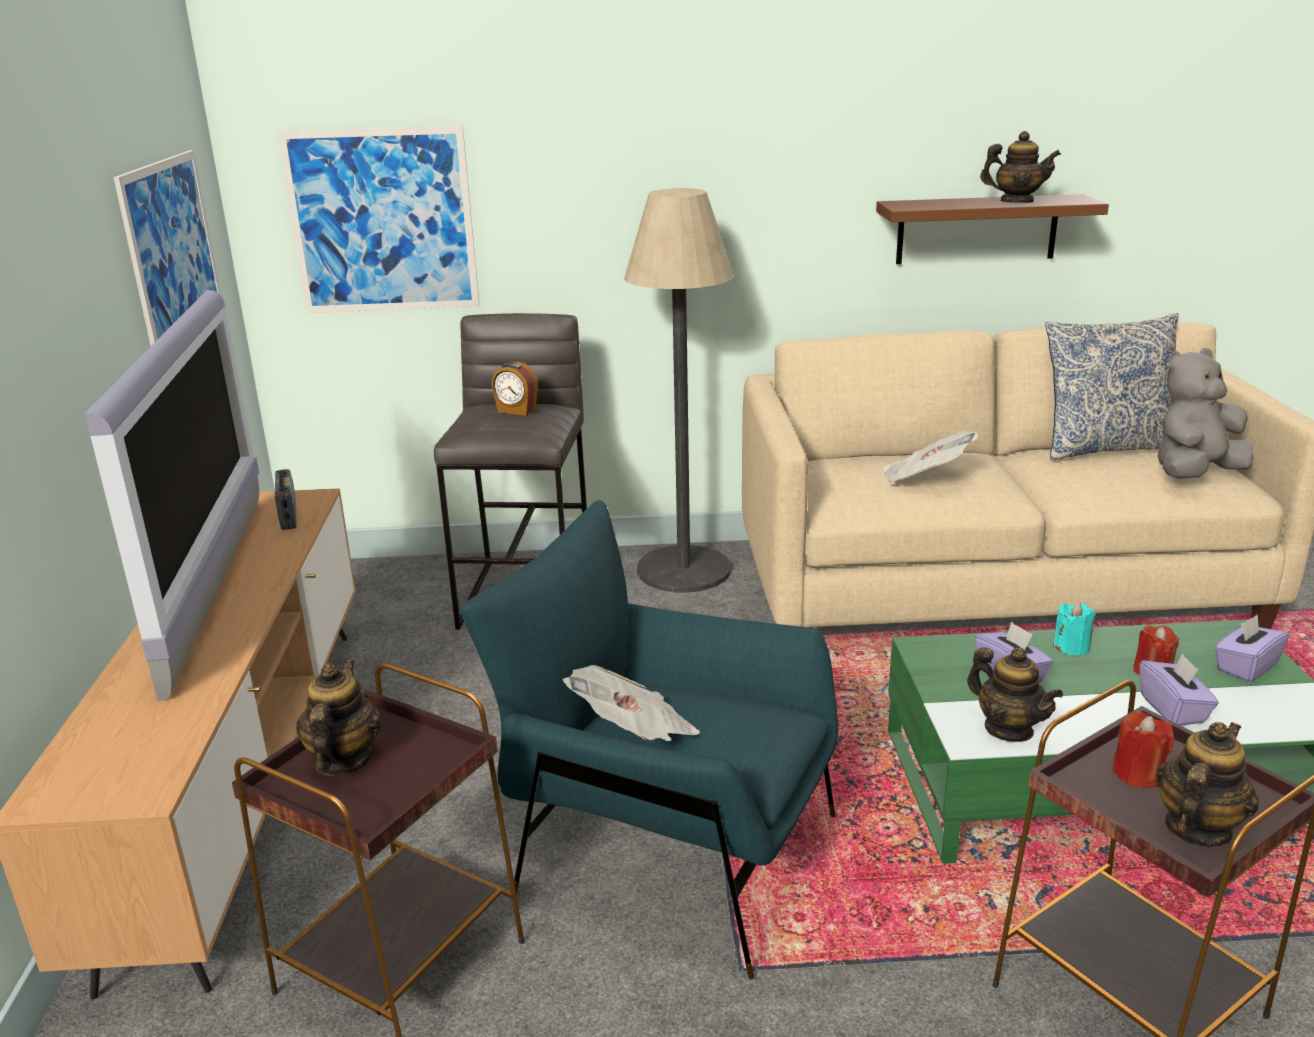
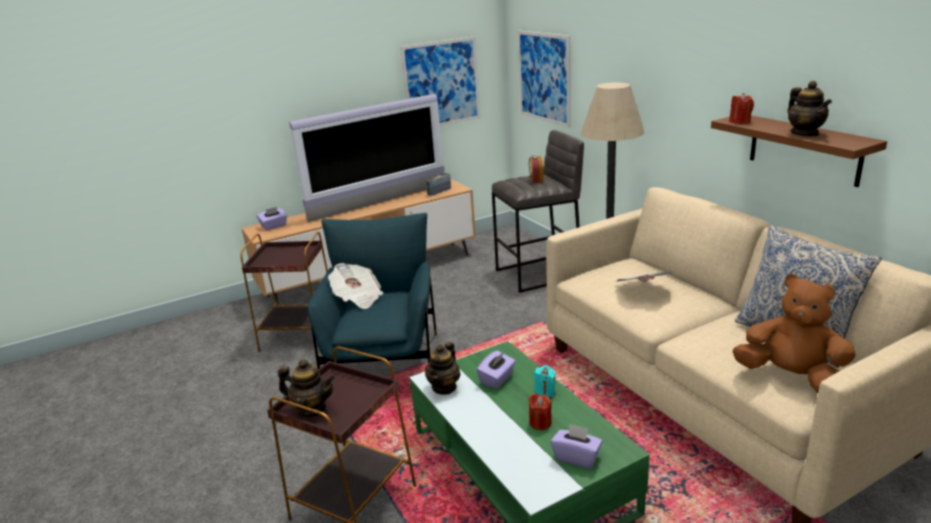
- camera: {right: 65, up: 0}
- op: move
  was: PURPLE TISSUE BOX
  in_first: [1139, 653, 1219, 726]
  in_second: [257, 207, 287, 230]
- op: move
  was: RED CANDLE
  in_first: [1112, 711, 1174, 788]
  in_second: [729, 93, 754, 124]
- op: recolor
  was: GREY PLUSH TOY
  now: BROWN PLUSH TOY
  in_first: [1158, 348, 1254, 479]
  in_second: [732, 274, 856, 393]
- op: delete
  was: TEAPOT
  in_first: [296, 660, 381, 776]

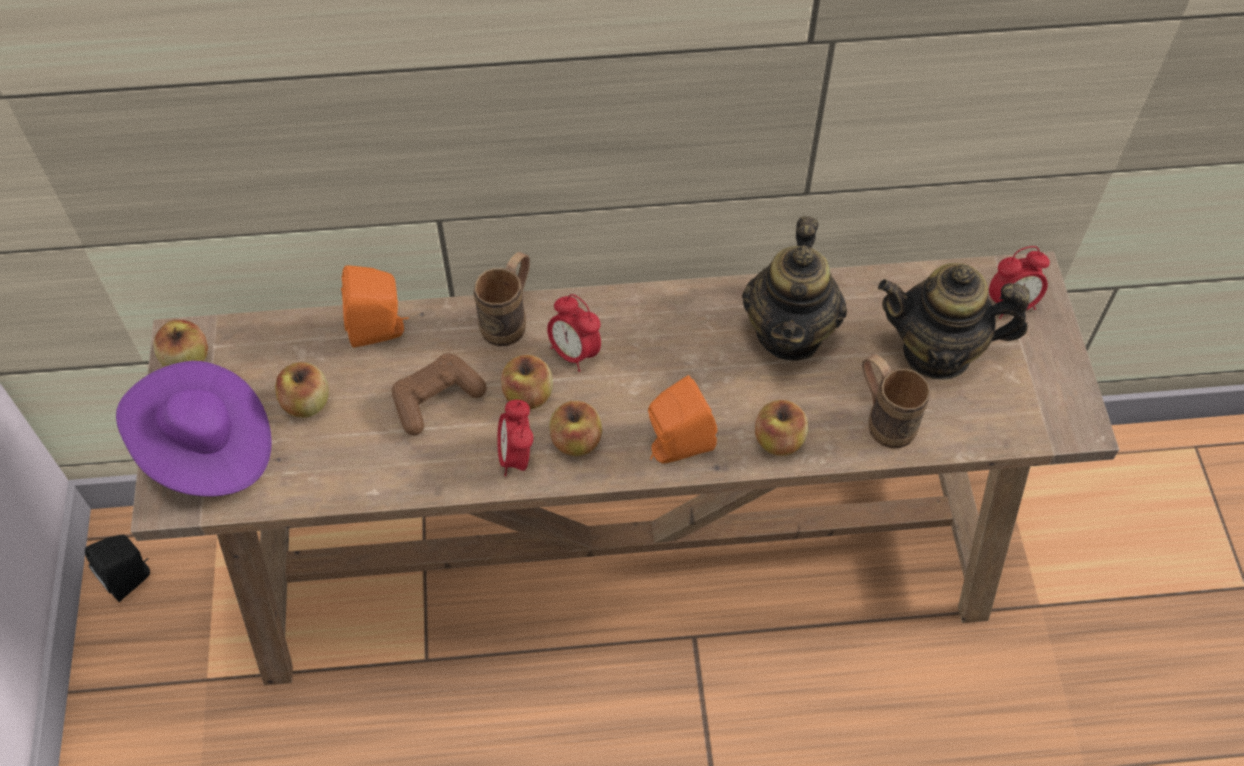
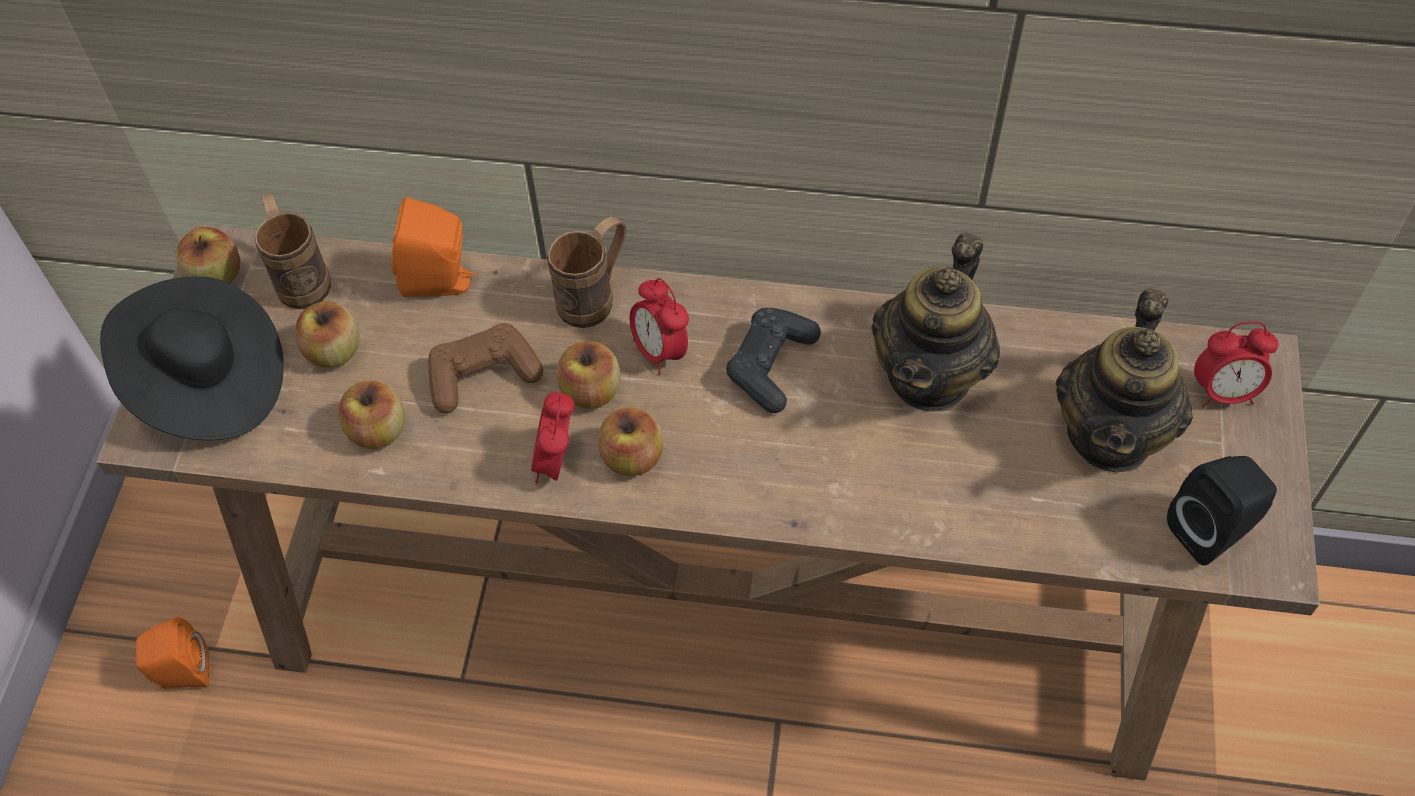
- camera: {right: 15, up: 0}
- op: recolor
  was: PURPLE HAT
  now: BLACK HAT
  in_first: [116, 361, 272, 496]
  in_second: [100, 276, 284, 440]
- op: move
  was: ORANGE SPEAKER
  in_first: [648, 375, 717, 463]
  in_second: [136, 617, 209, 689]
- op: move
  was: BROWN MUG
  in_first: [862, 354, 930, 449]
  in_second: [255, 193, 331, 309]
- op: move
  was: APPLE
  in_first: [755, 400, 808, 456]
  in_second: [338, 380, 405, 449]
- op: insert
  now: BLACK GAME CONTROLLER
  in_second: [726, 308, 821, 413]
- op: rotate
  was: TEAPOT
  in_first: [878, 263, 1029, 380]
  in_second: [1056, 288, 1193, 472]
  clockwise: -90
- op: move
  was: BLACK SPEAKER
  in_first: [85, 535, 150, 602]
  in_second: [1167, 456, 1277, 566]

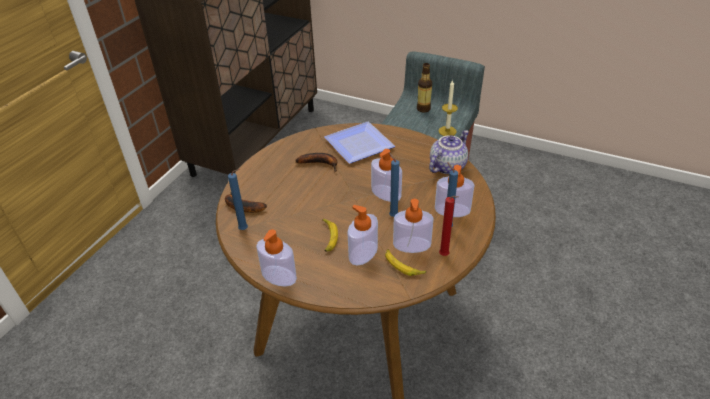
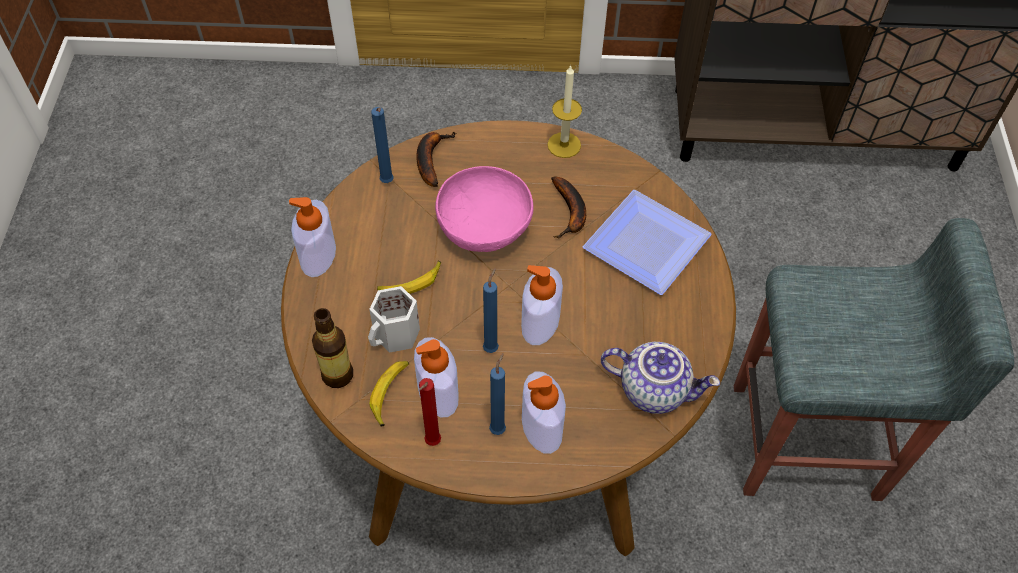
- camera: {right: 65, up: 15}
- op: move
  was: BOTTLE
  in_first: [417, 63, 432, 113]
  in_second: [312, 308, 353, 388]
- op: replace
  was: SOAP DISPENSER
  now: WHITE MUG
  in_first: [347, 205, 378, 266]
  in_second: [368, 286, 420, 353]
- op: insert
  now: PINK BOWL
  in_second: [435, 166, 534, 252]
- op: move
  was: CANDLE
  in_first: [439, 80, 458, 136]
  in_second: [547, 65, 582, 158]

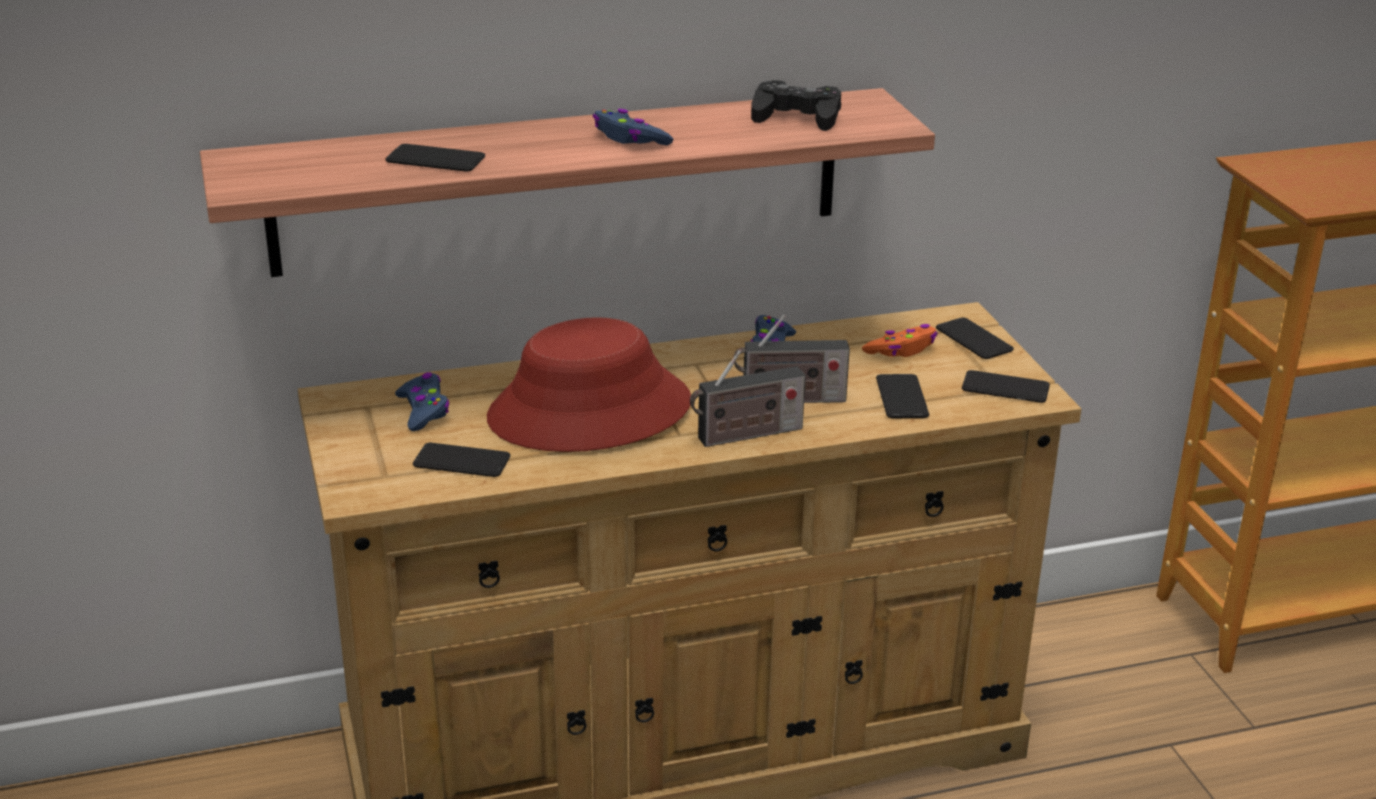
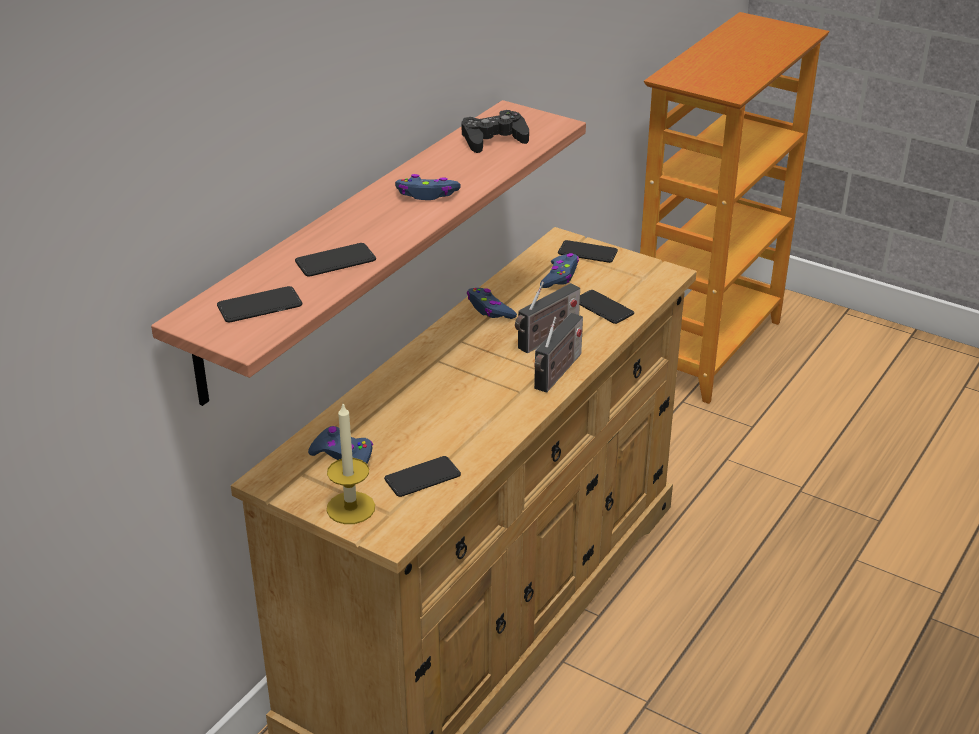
- camera: {right: -40, up: 5}
- op: move
  was: PHONE
  in_first: [962, 370, 1050, 403]
  in_second: [217, 286, 302, 322]
- op: insert
  now: CANDLE
  in_second: [327, 404, 375, 524]
- op: recolor
  was: ORANGE GAME CONTROLLER
  now: BLUE GAME CONTROLLER
  in_first: [862, 324, 938, 357]
  in_second: [540, 253, 579, 288]
- op: delete
  was: RED HAT
  in_first: [487, 317, 691, 452]

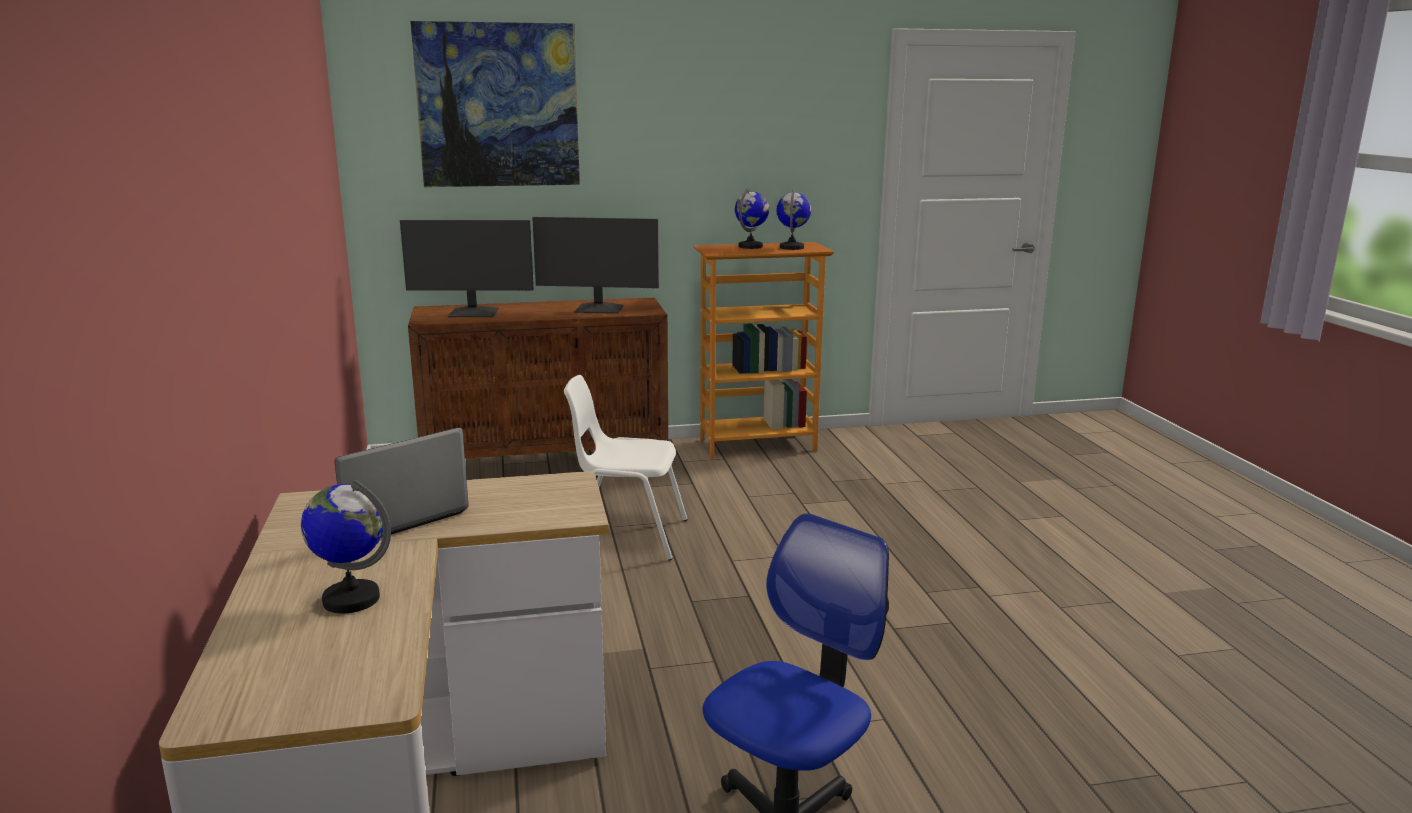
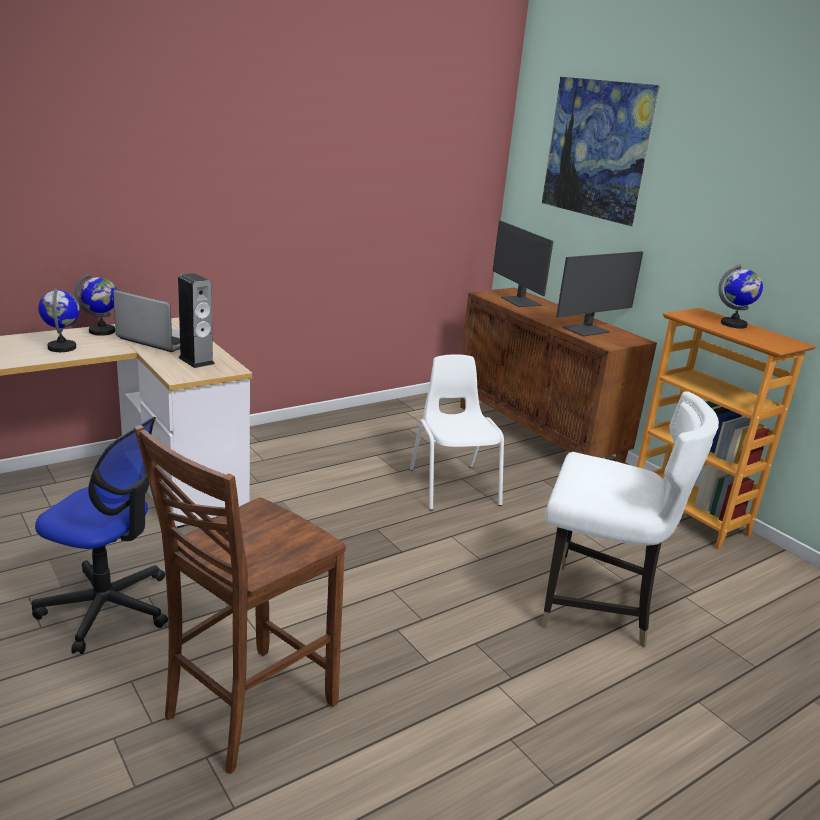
- camera: {right: 65, up: 5}
- op: move
  was: GLOBE
  in_first: [776, 189, 811, 250]
  in_second: [75, 273, 117, 336]
- op: insert
  now: BROWN CHAIR
  in_second: [134, 425, 346, 774]
- op: insert
  now: SPEAKER
  in_second: [178, 273, 215, 368]
- op: insert
  now: WHITE CHAIR
  in_second: [542, 391, 719, 647]
- op: rotate
  was: MONITOR
  in_first: [532, 217, 659, 314]
  in_second: [556, 251, 643, 337]
  clockwise: -105

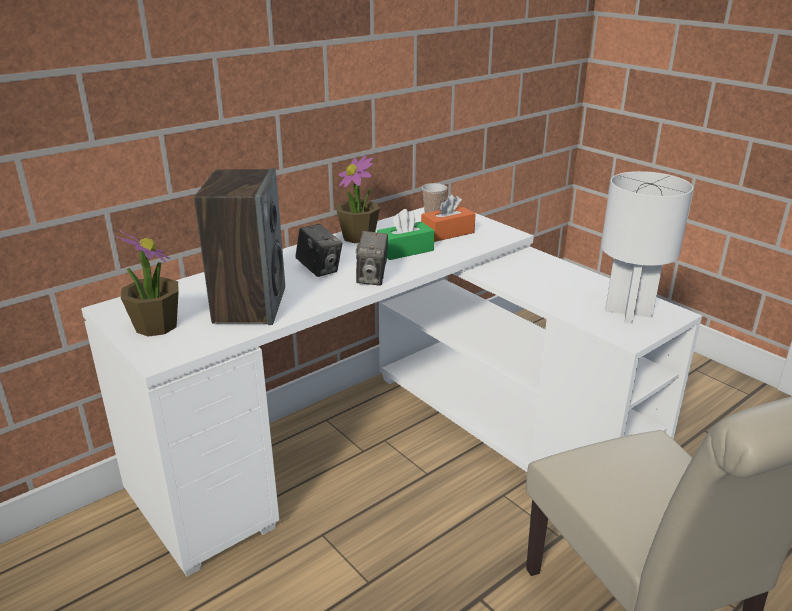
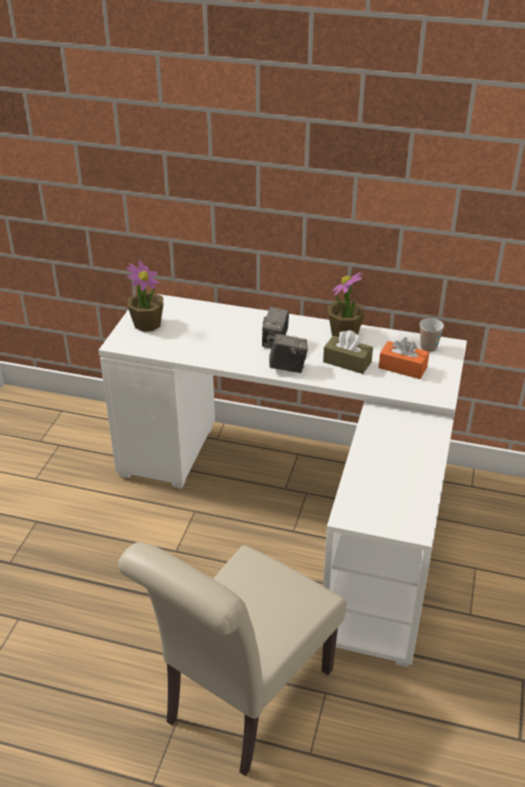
- camera: {right: 55, up: 10}
- op: rotate
  was: PHOTO CAMERA
  in_first: [356, 231, 388, 286]
  in_second: [269, 334, 308, 373]
  clockwise: -150
- op: recolor
  was: GREEN TISSUE BOX
  now: BROWN TISSUE BOX
  in_first: [377, 209, 435, 260]
  in_second: [323, 330, 373, 374]
- op: delete
  was: SPEAKER
  in_first: [194, 168, 285, 325]
- op: delete
  was: WHITE TABLE LAMP
  in_first: [601, 171, 693, 324]

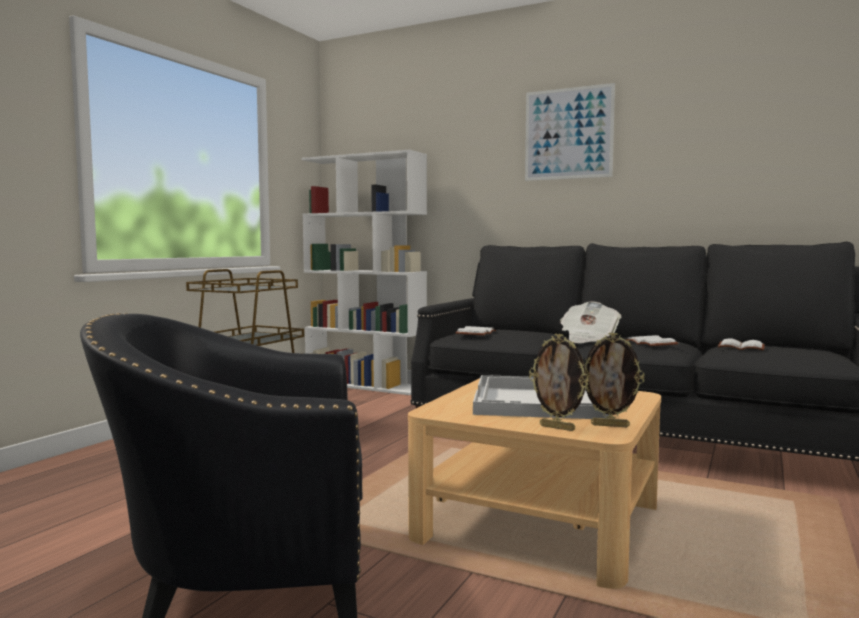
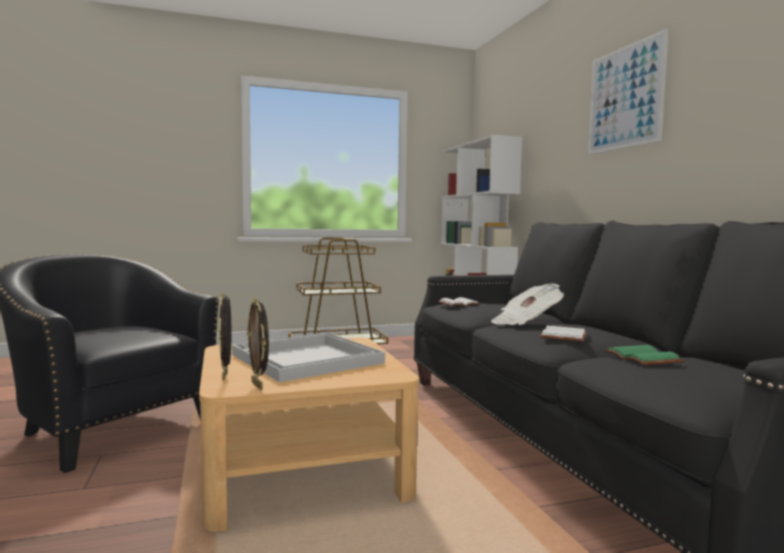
- camera: {right: 45, up: 0}
- op: recolor
  was: WHITE BOOK
  now: GREEN BOOK
  in_first: [718, 338, 765, 350]
  in_second: [604, 345, 684, 365]

